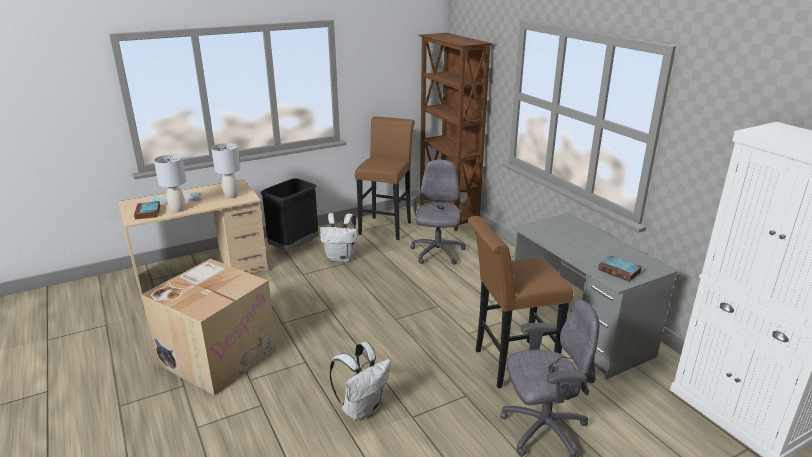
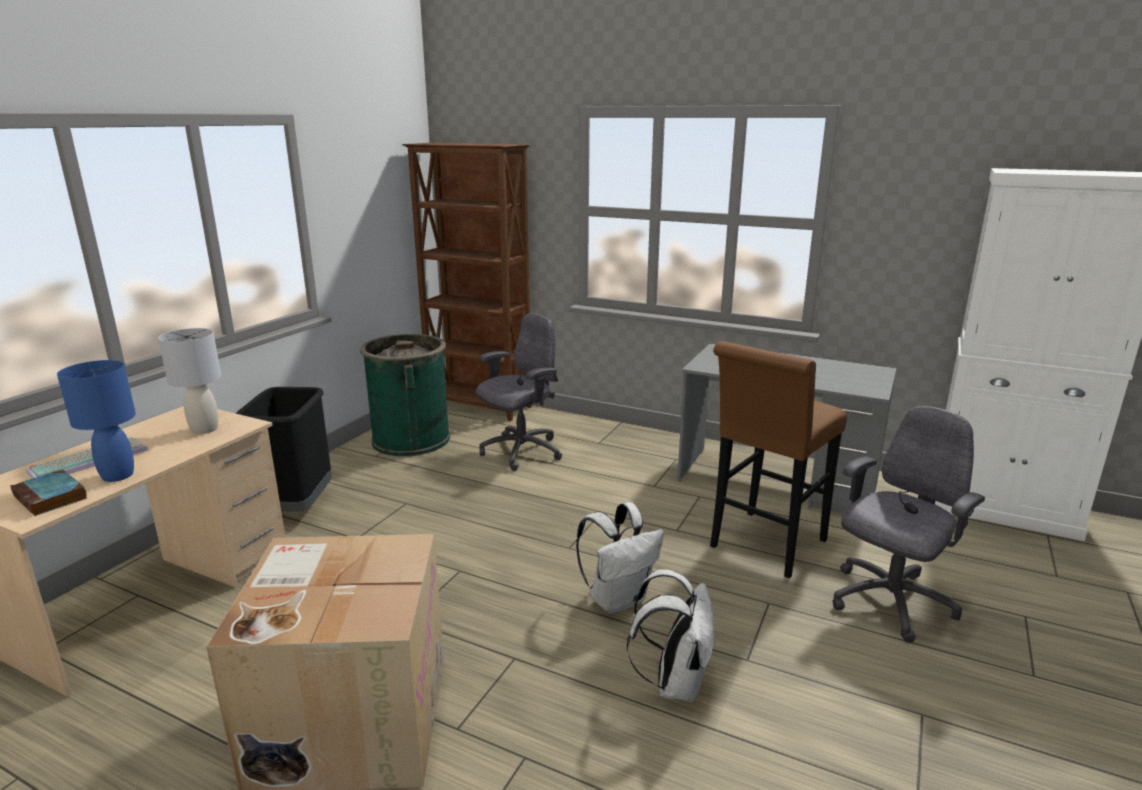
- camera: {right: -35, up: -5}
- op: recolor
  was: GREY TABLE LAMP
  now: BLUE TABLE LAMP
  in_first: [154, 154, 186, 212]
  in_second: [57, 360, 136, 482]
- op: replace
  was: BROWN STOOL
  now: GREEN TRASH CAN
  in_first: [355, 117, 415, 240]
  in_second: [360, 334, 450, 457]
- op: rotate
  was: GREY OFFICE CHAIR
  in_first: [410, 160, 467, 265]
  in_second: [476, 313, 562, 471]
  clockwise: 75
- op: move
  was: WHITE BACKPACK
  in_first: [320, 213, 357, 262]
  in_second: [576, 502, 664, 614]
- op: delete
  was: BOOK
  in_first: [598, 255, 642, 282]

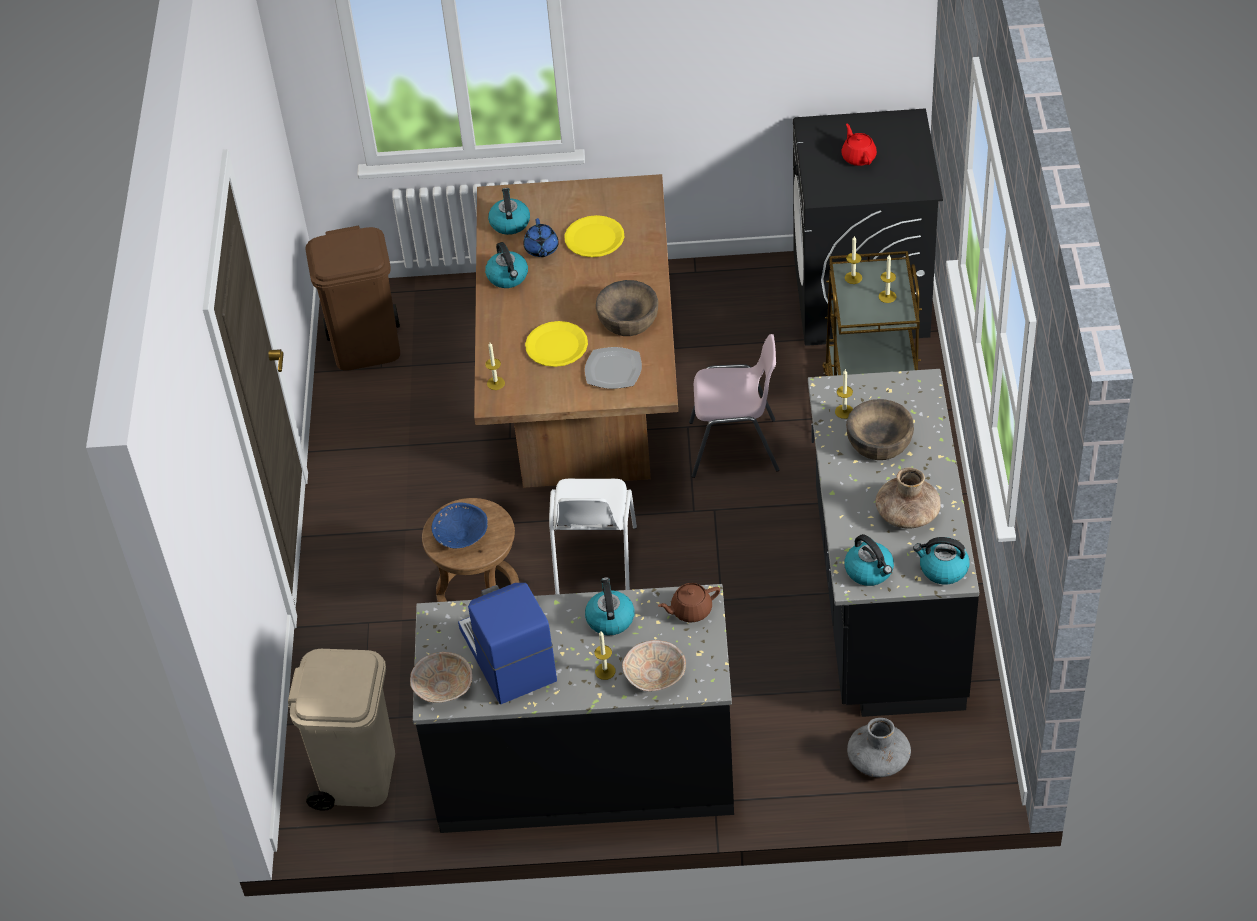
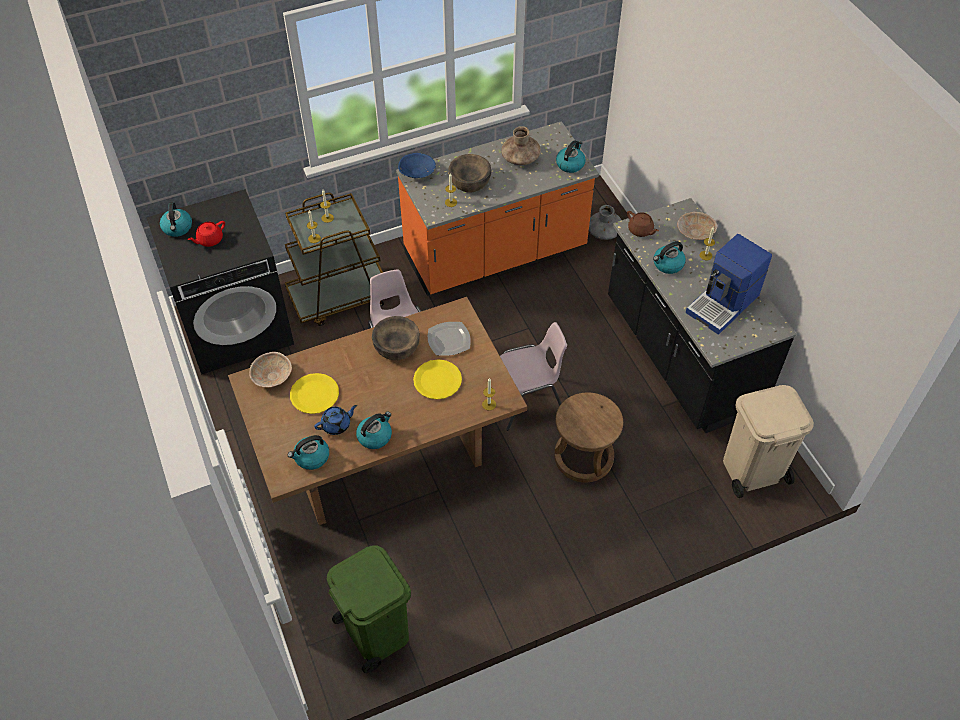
- camera: {right: -115, up: 5}
- op: move
  was: KETTLE
  in_first: [913, 537, 970, 585]
  in_second: [160, 202, 192, 237]
- op: move
  was: BEIGE BOWL
  in_first: [410, 652, 472, 703]
  in_second: [249, 352, 292, 387]
- op: recolor
  was: BROWN TRASH CAN
  now: GREEN TRASH CAN
  in_first: [305, 226, 400, 371]
  in_second: [327, 545, 411, 673]
- op: recolor
  was: BLACK COUNTER
  now: ORANGE COUNTER
  in_first: [808, 369, 979, 717]
  in_second: [396, 121, 599, 296]
- op: move
  was: BLUE BOWL
  in_first: [432, 503, 488, 548]
  in_second: [398, 153, 436, 178]
- op: recolor
  was: WHITE CHAIR
  now: PINK CHAIR
  in_first: [549, 479, 637, 594]
  in_second: [500, 322, 567, 431]

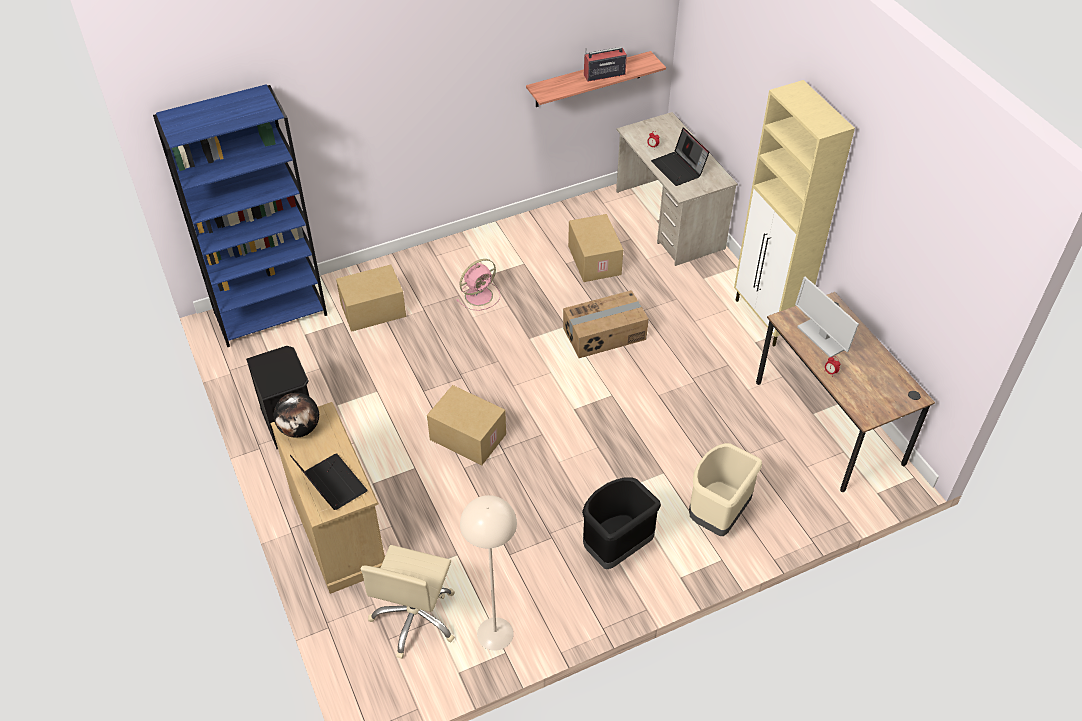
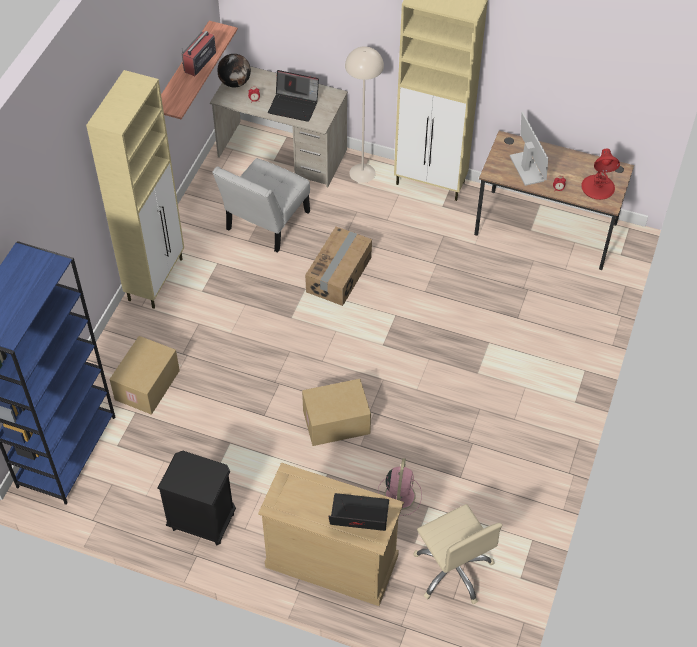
- camera: {right: -45, up: 5}
- op: insert
  now: BEIGE CABINET
  in_second: [86, 70, 184, 308]
- op: replace
  was: CARDBOARD BOX
  now: WHITE CHAIR
  in_first: [568, 214, 623, 282]
  in_second: [212, 158, 310, 253]
- op: move
  was: GLOBE
  in_first: [274, 393, 319, 437]
  in_second: [217, 54, 251, 87]
- op: move
  was: BEIGE FLOOR LAMP
  in_first: [460, 495, 517, 651]
  in_second: [345, 46, 384, 183]
- op: move
  was: PINK FAN
  in_first: [457, 259, 500, 311]
  in_second: [378, 458, 422, 516]
- op: rotate
  was: MONITOR
  in_first: [795, 277, 859, 357]
  in_second: [510, 112, 548, 186]
  clockwise: -120
- op: insert
  now: RED TABLE LAMP
  in_second: [581, 148, 620, 200]
- op: delete
  was: BLACK TRASH CAN
  in_first: [582, 477, 661, 569]
- op: delete
  was: BEIGE TRASH CAN
  in_first: [689, 443, 762, 536]

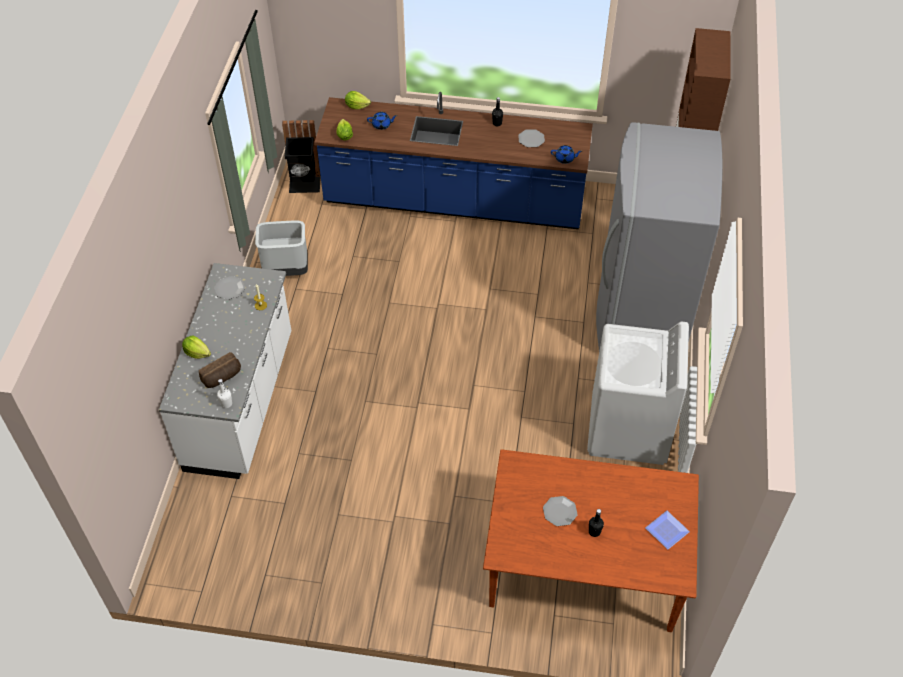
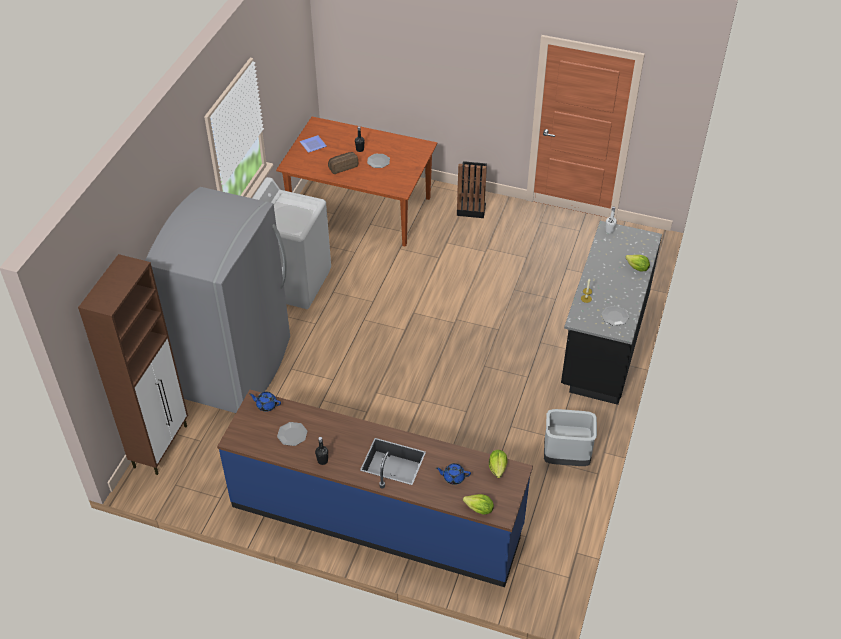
- camera: {right: -170, up: -5}
- op: move
  was: BREAD
  in_first: [199, 352, 241, 388]
  in_second: [328, 152, 358, 174]
- op: move
  was: BLACK TRASH CAN
  in_first: [282, 120, 321, 193]
  in_second: [457, 161, 487, 218]
- op: recolor
  was: WHITE COUNTER
  now: BLACK COUNTER
  in_first: [159, 263, 291, 479]
  in_second: [561, 221, 662, 405]

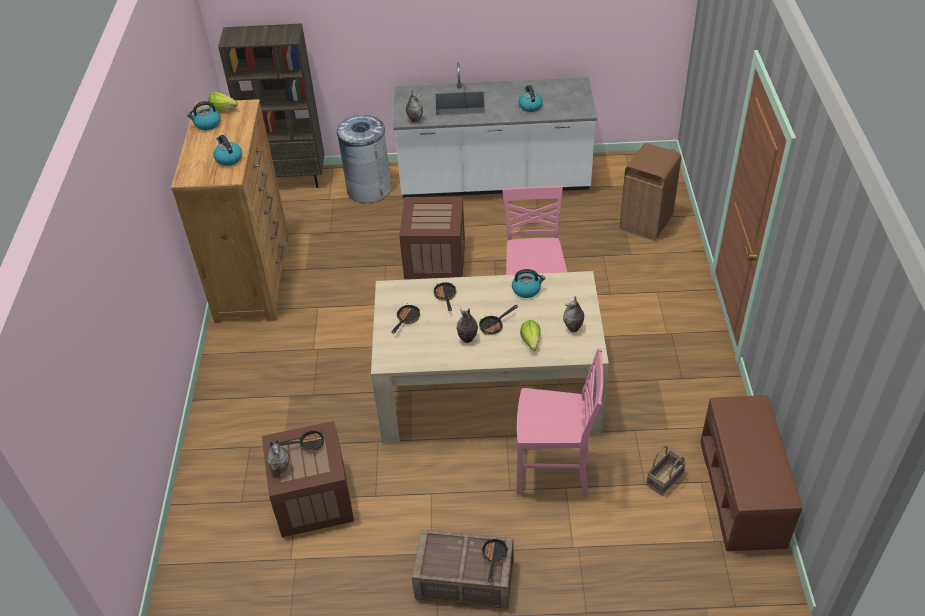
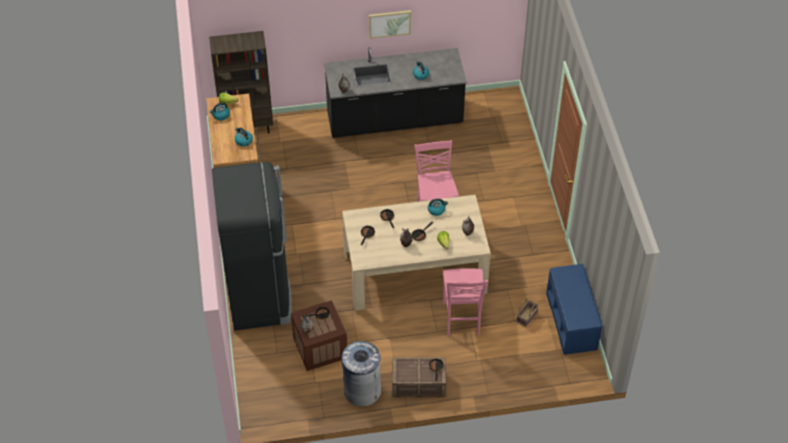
- camera: {right: -10, up: 5}
- op: insert
  now: BLACK FRIDGE
  in_second: [212, 162, 292, 331]
- op: recolor
  was: WHITE COUNTER
  now: BLACK COUNTER
  in_first: [393, 62, 597, 198]
  in_second: [324, 47, 467, 138]
- op: move
  was: GREY TRASH CAN
  in_first: [337, 115, 392, 203]
  in_second: [341, 341, 381, 407]
- op: insert
  now: PICTURE
  in_second: [369, 10, 411, 39]
- op: rotate
  was: PINK CHAIR
  in_first: [517, 348, 603, 497]
  in_second: [443, 268, 488, 336]
  clockwise: 90
- op: recolor
  was: BROWN BENCH
  now: BLUE BENCH
  in_first: [700, 395, 803, 551]
  in_second: [546, 264, 602, 355]
- op: delete
  was: CRATE
  in_first: [399, 197, 465, 280]
- op: delete
  was: BROWN TRASH CAN
  in_first: [620, 143, 681, 240]

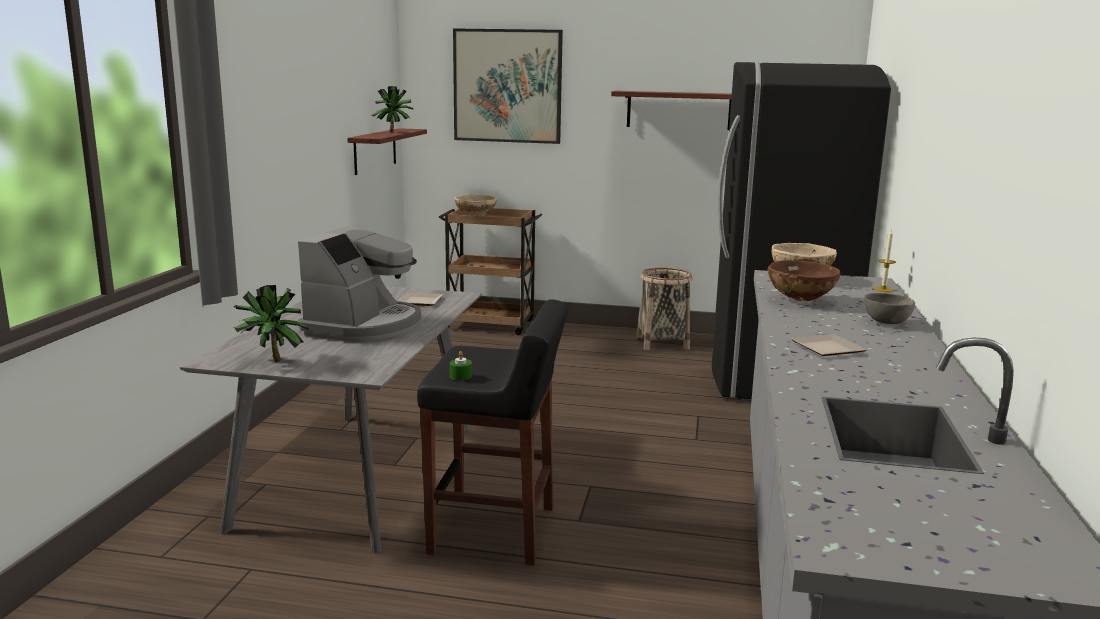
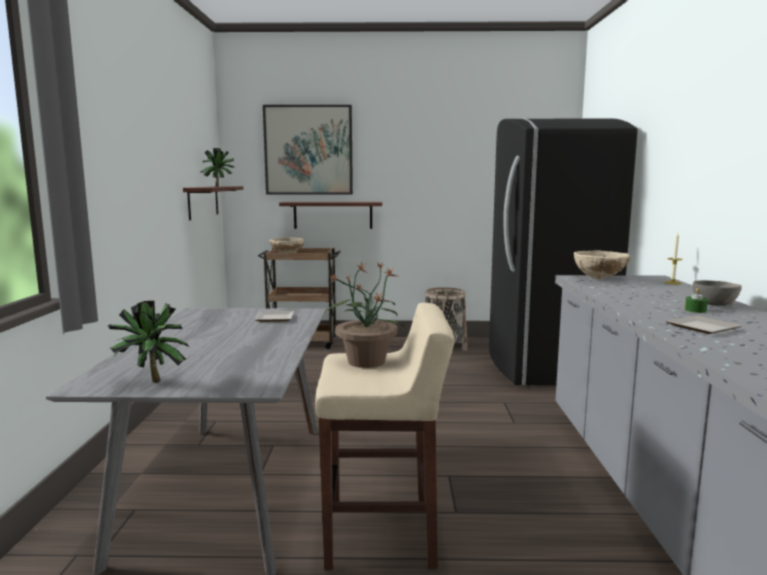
- camera: {right: -10, up: -5}
- op: move
  was: SHELF
  in_first: [611, 91, 732, 130]
  in_second: [279, 202, 382, 229]
- op: recolor
  was: BLACK STOOL
  now: BEIGE STOOL
  in_first: [417, 299, 568, 566]
  in_second: [315, 303, 455, 571]
- op: insert
  now: POTTED PLANT
  in_second: [324, 261, 404, 368]
- op: move
  was: GREEN CANDLE
  in_first: [450, 351, 472, 380]
  in_second: [685, 288, 708, 313]
- op: delete
  was: COFFEE MACHINE
  in_first: [298, 226, 421, 341]
- op: delete
  was: BROWN BOWL
  in_first: [767, 260, 840, 301]

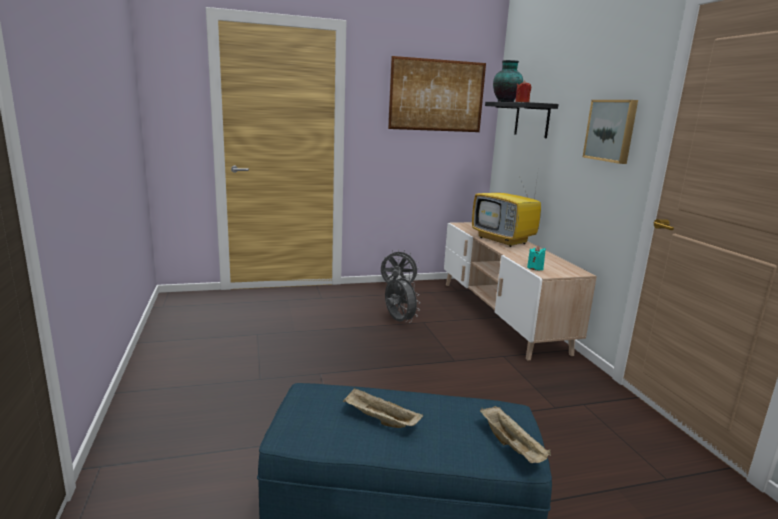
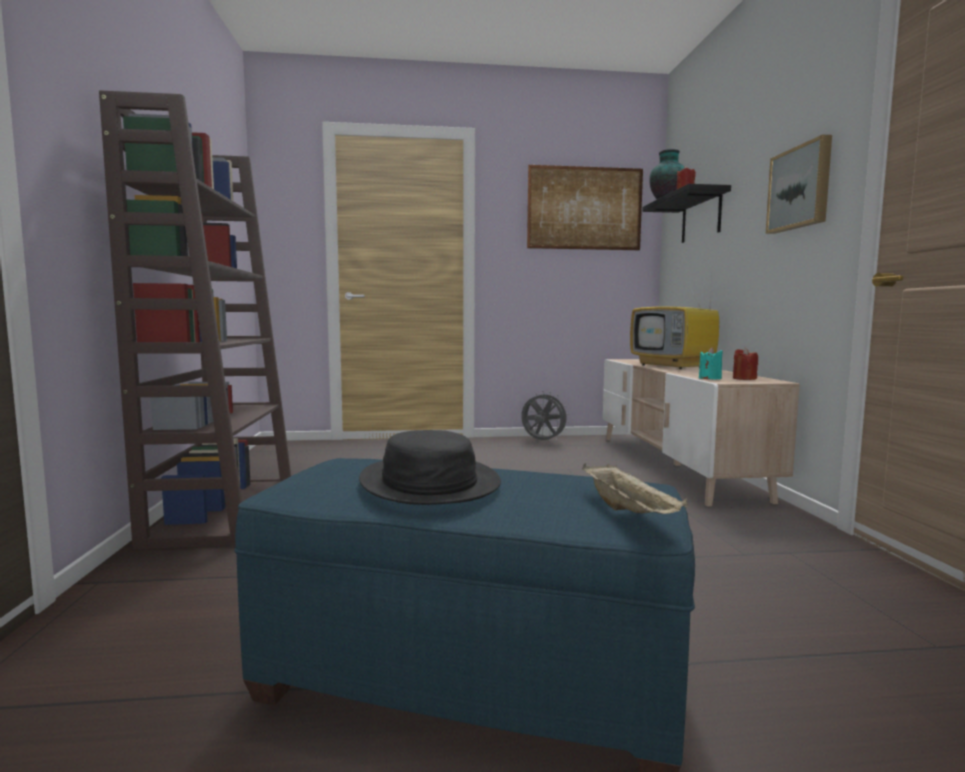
- camera: {right: 10, up: -10}
- op: insert
  now: BROWN BOOKCASE
  in_second: [99, 90, 291, 549]
- op: replace
  was: BEIGE TRAY
  now: BLACK HAT
  in_first: [343, 388, 423, 428]
  in_second: [359, 430, 501, 505]
- op: insert
  now: RED CANDLE
  in_second: [733, 348, 758, 380]
- op: delete
  was: GREY FAN
  in_first: [385, 275, 420, 323]

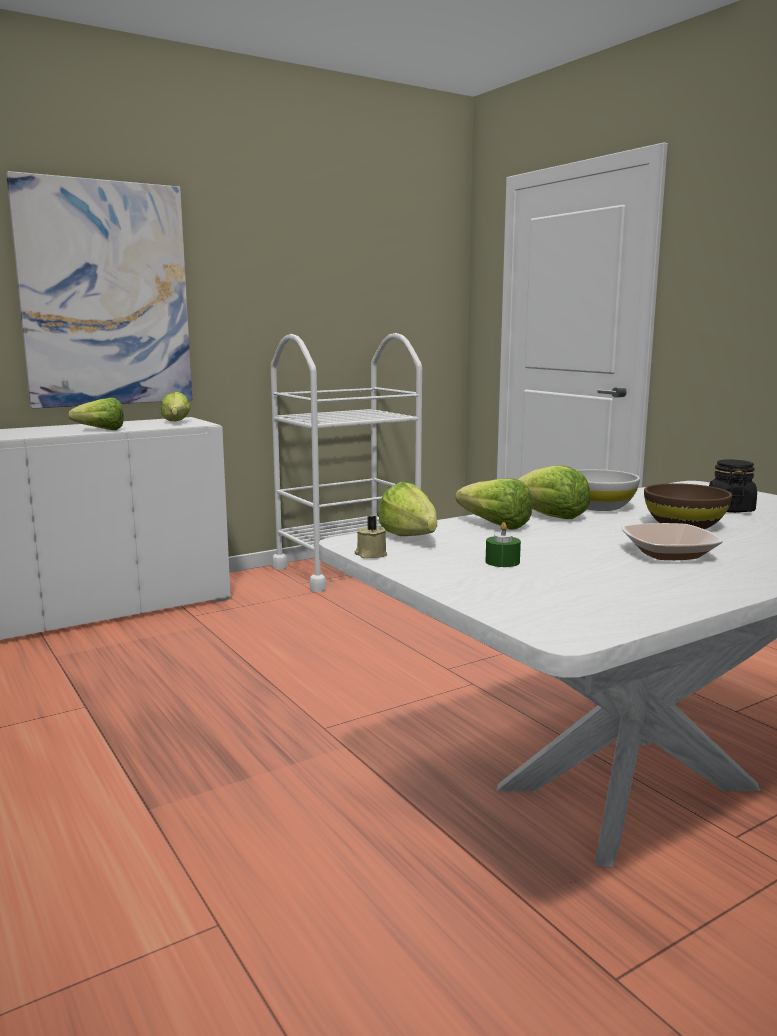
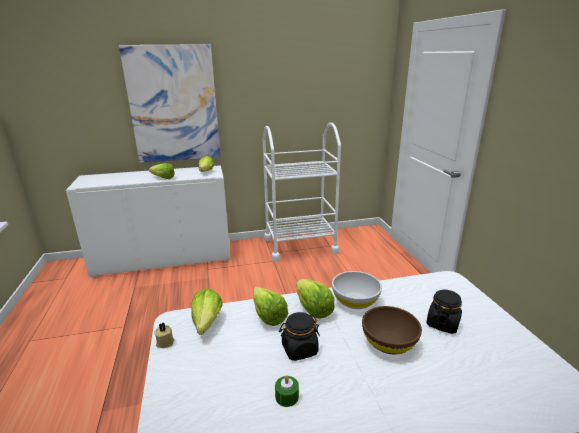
- camera: {right: 20, up: 10}
- op: move
  was: GREEN CANDLE
  in_first: [486, 522, 521, 567]
  in_second: [275, 375, 299, 407]
- op: insert
  now: BLACK JAR
  in_second: [279, 312, 320, 361]
- op: delete
  was: BOWL
  in_first: [622, 523, 723, 560]

